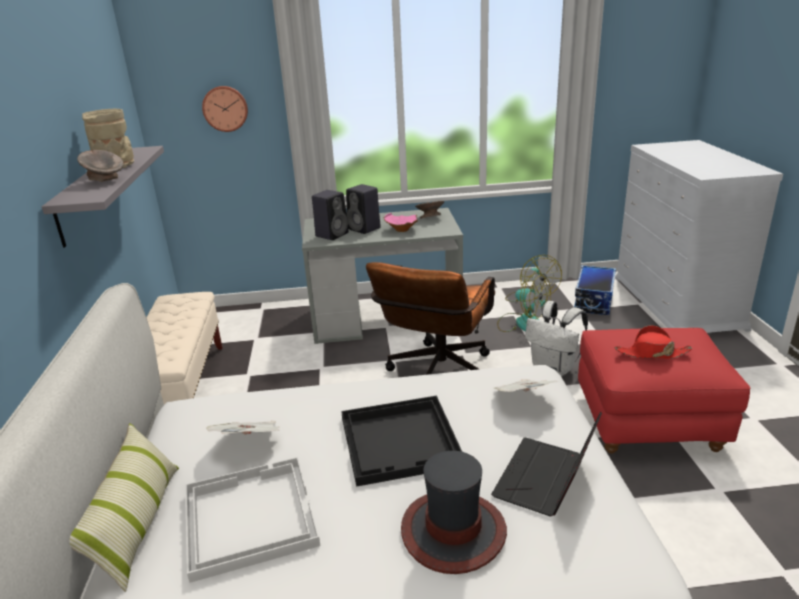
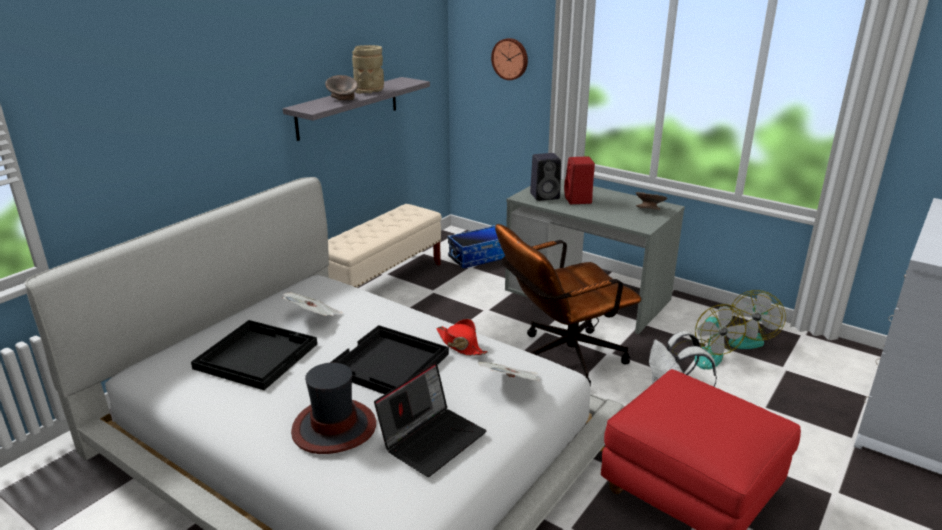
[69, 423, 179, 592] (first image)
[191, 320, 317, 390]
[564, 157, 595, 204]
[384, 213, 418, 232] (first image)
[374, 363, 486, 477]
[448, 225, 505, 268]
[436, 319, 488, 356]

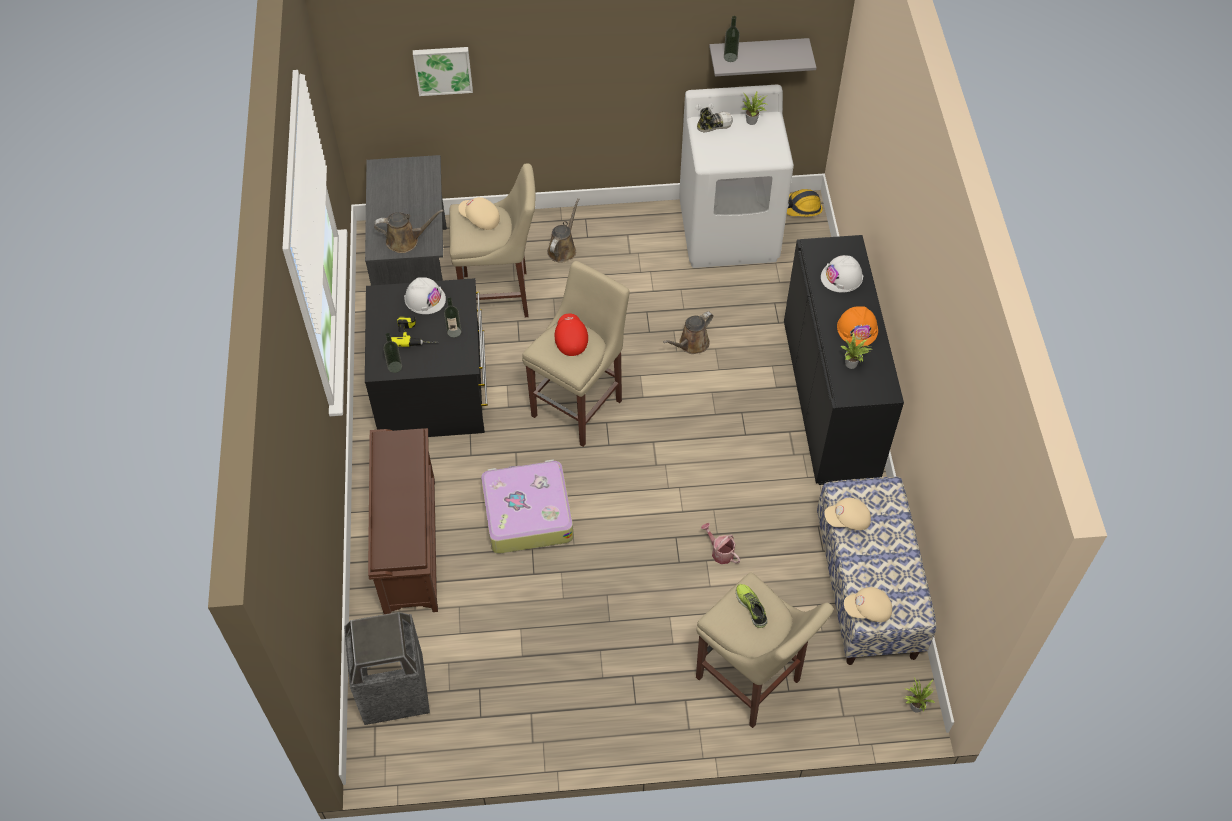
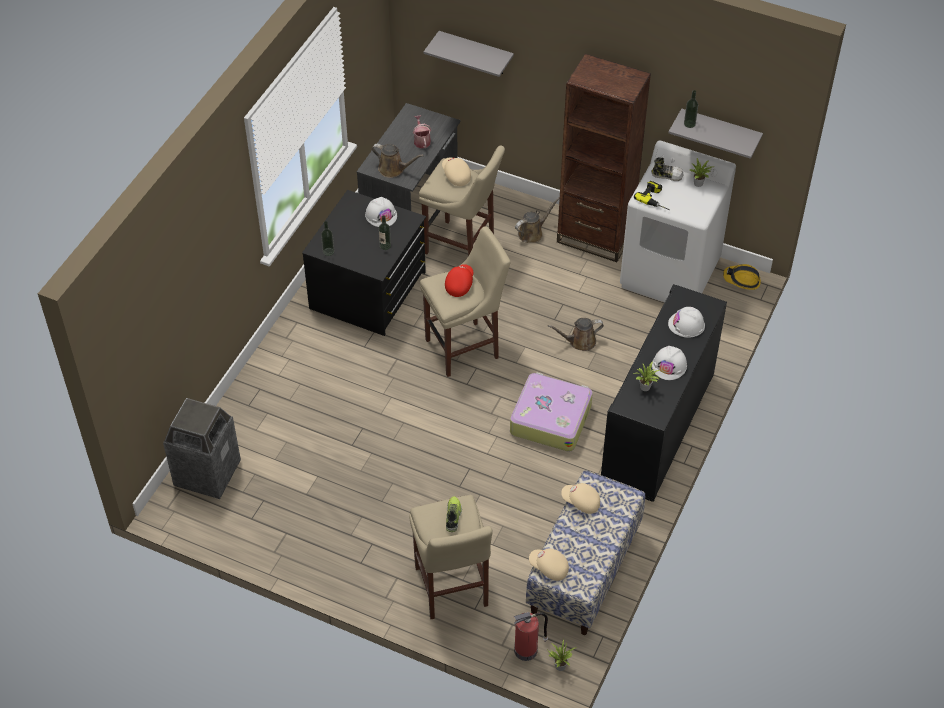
[368, 428, 438, 614] (first image)
[634, 181, 670, 210]
[424, 31, 514, 77]
[510, 372, 593, 452]
[413, 115, 431, 149]
[652, 346, 687, 380]
[514, 612, 548, 661]
[557, 54, 651, 262]

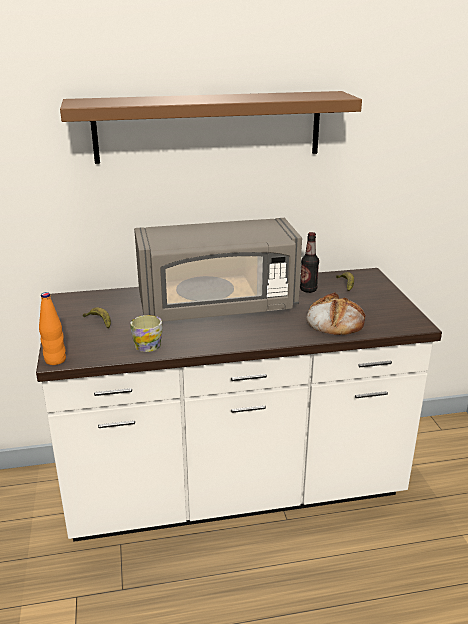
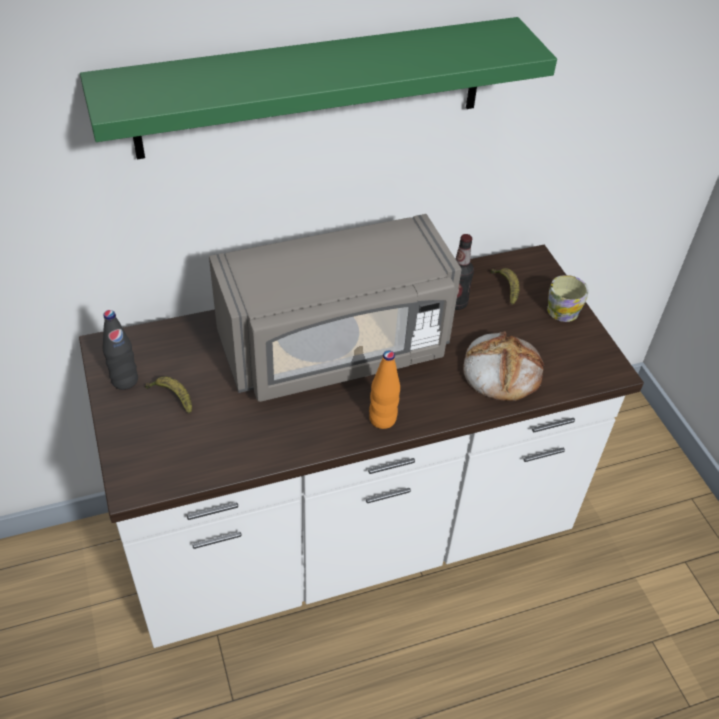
[369, 350, 400, 429]
[80, 17, 557, 159]
[547, 275, 589, 322]
[103, 310, 138, 390]

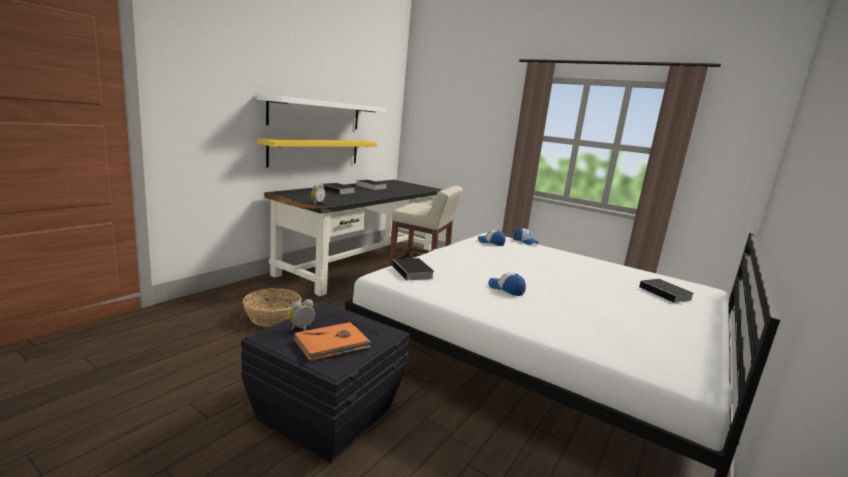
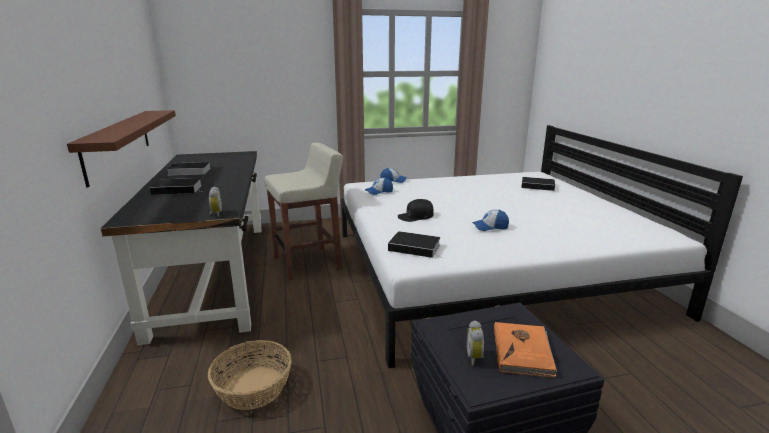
[257, 94, 386, 129] (first image)
[67, 110, 176, 188]
[398, 199, 434, 222]

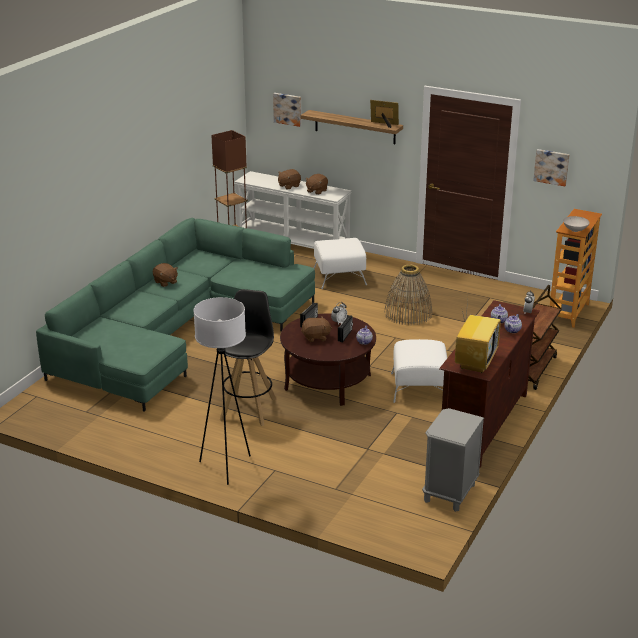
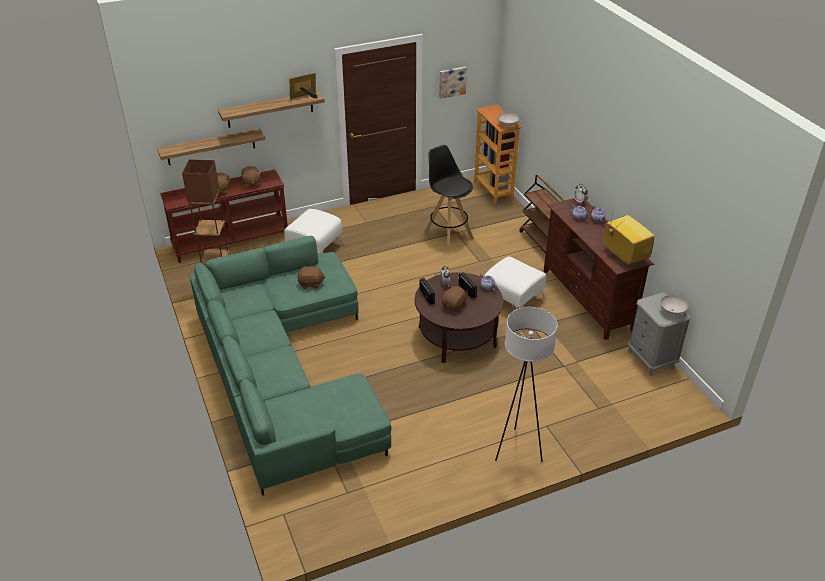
[297, 265, 325, 289]
[424, 145, 474, 251]
[160, 169, 288, 263]
[273, 93, 301, 127] (first image)
[385, 265, 432, 325] (first image)
[157, 128, 265, 165]
[660, 295, 688, 315]

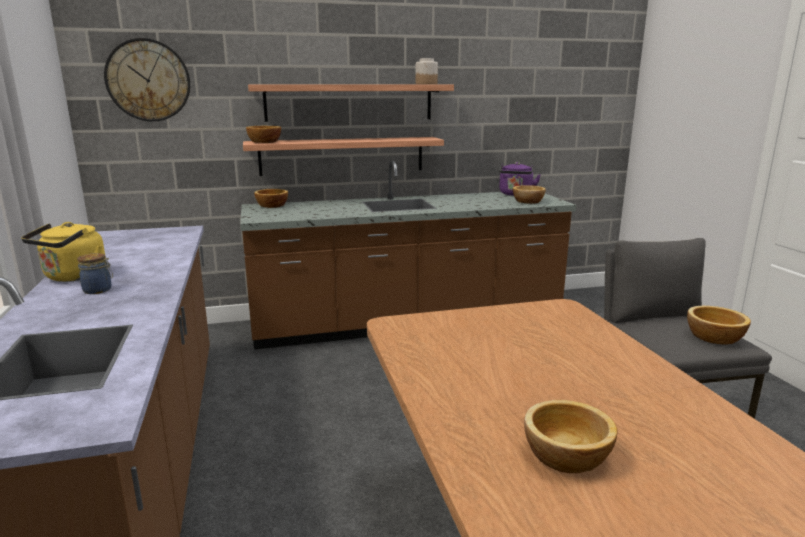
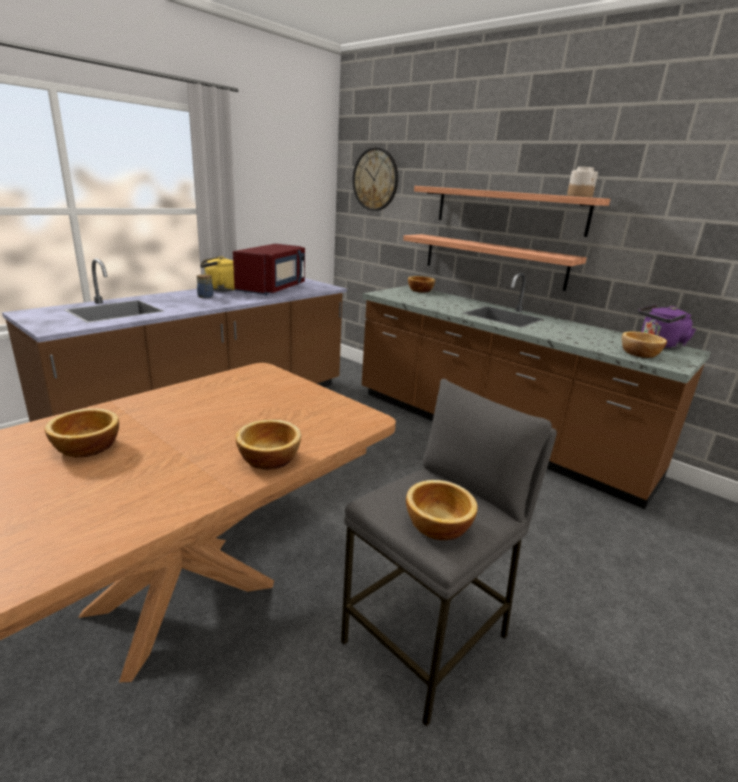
[235, 420, 301, 470]
[233, 244, 305, 295]

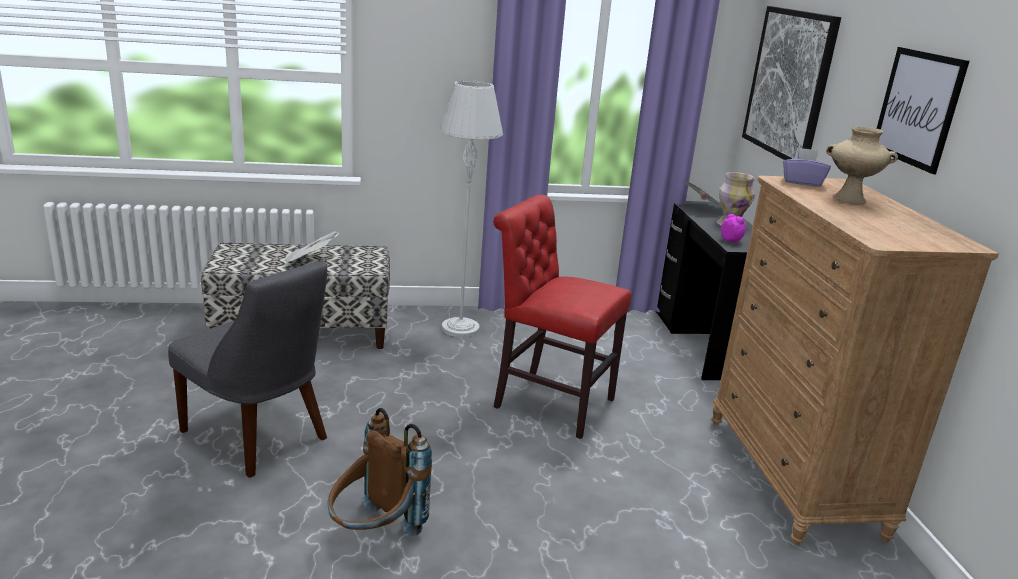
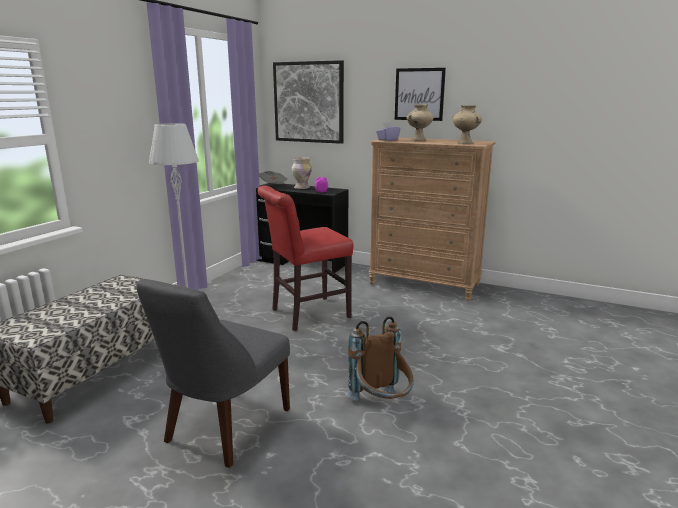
[136, 279, 290, 468]
[286, 231, 339, 263] (first image)
[452, 105, 482, 144]

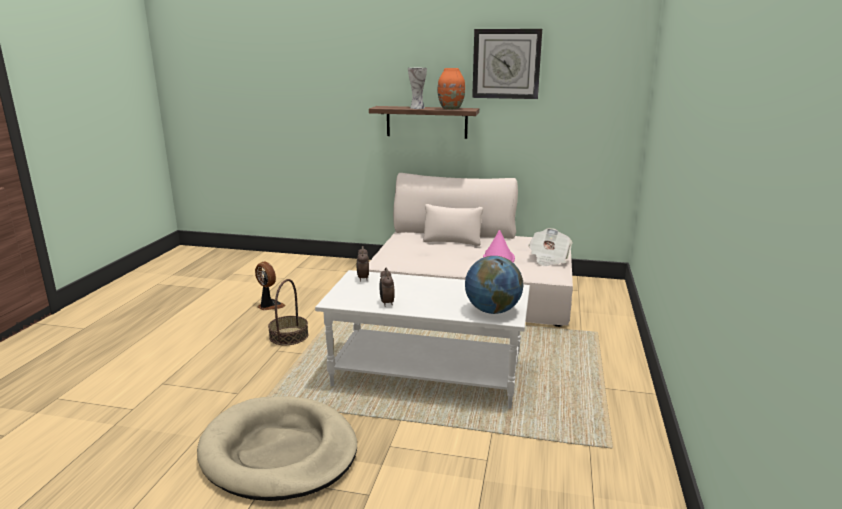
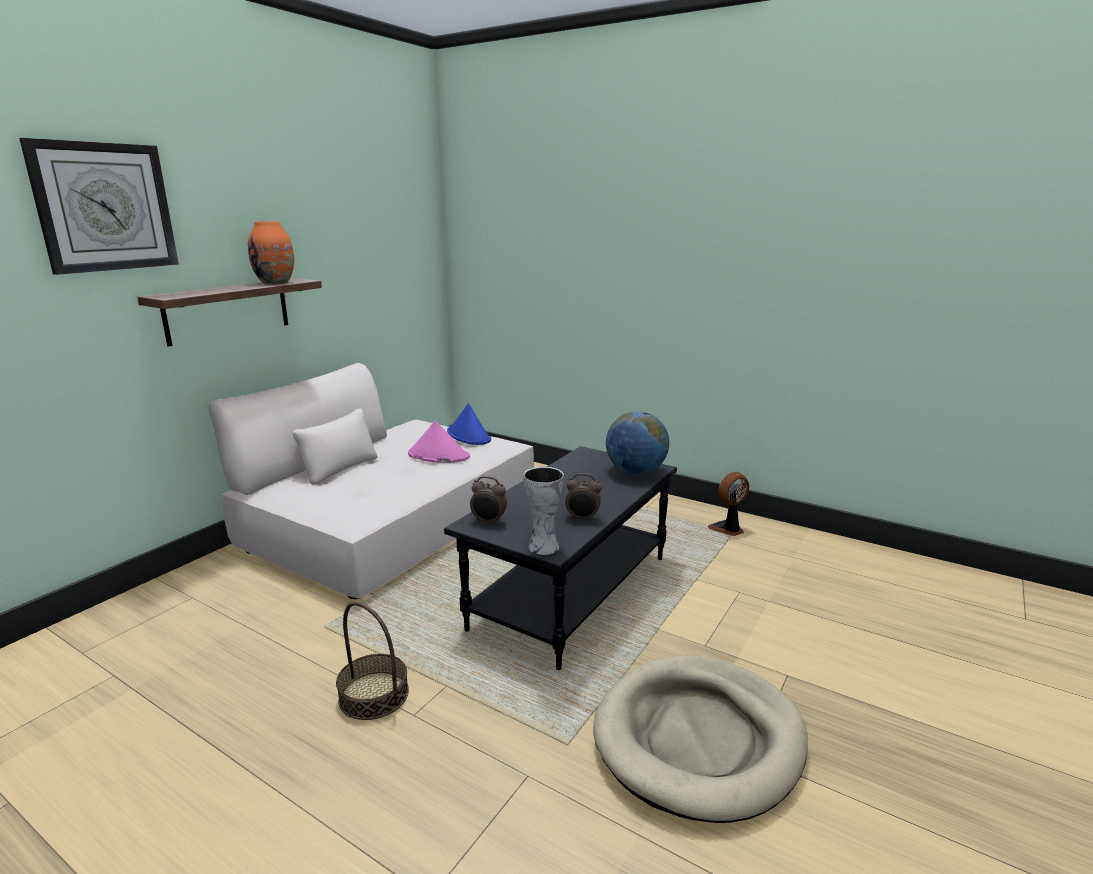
[708, 472, 749, 536]
[444, 446, 677, 670]
[524, 467, 564, 555]
[19, 138, 179, 275]
[447, 403, 491, 445]

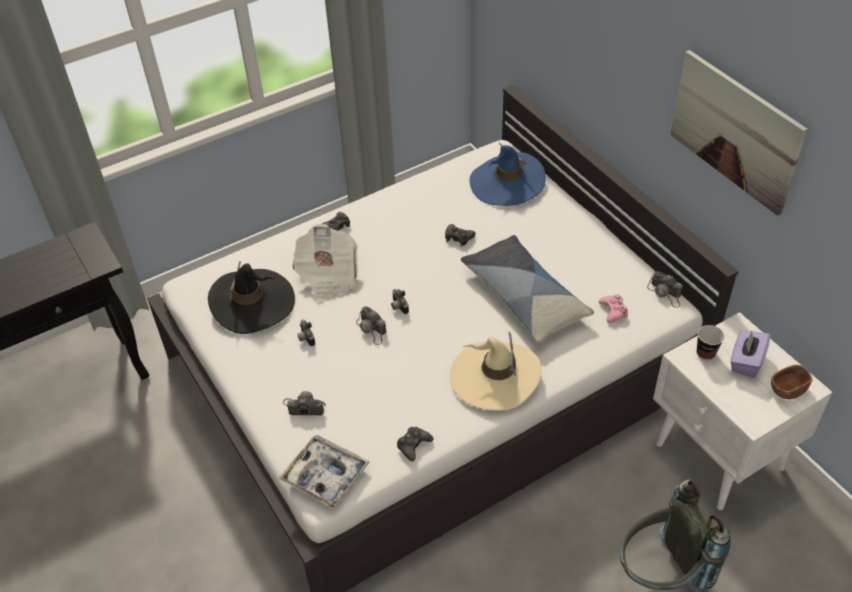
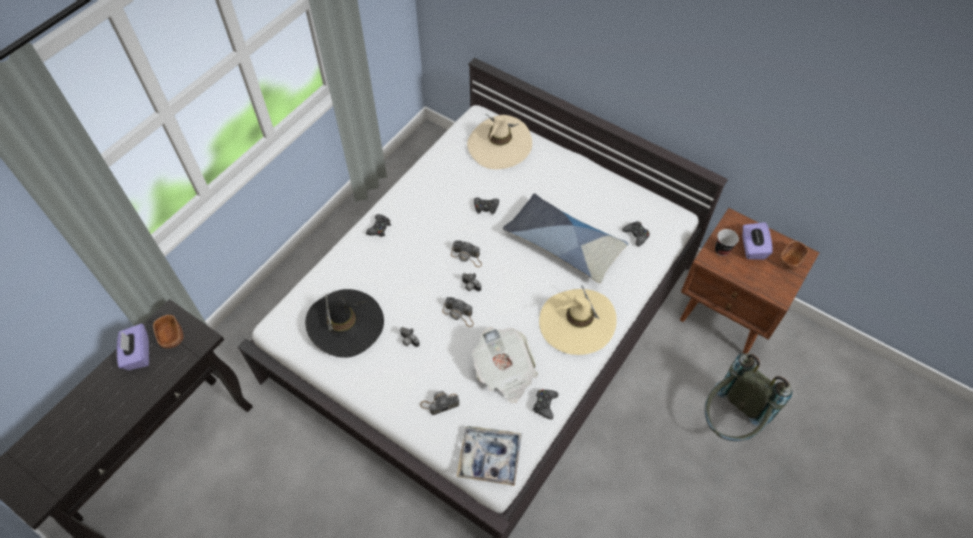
[472, 327, 538, 403]
[467, 114, 532, 169]
[622, 221, 650, 247]
[451, 240, 482, 267]
[680, 208, 820, 354]
[670, 50, 808, 216] (first image)
[117, 324, 149, 370]
[153, 315, 183, 348]

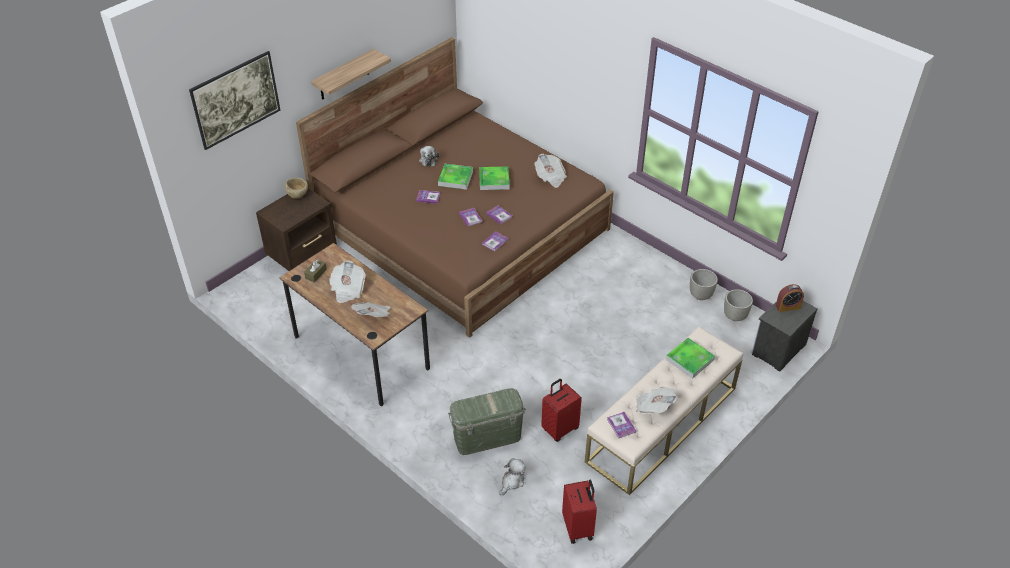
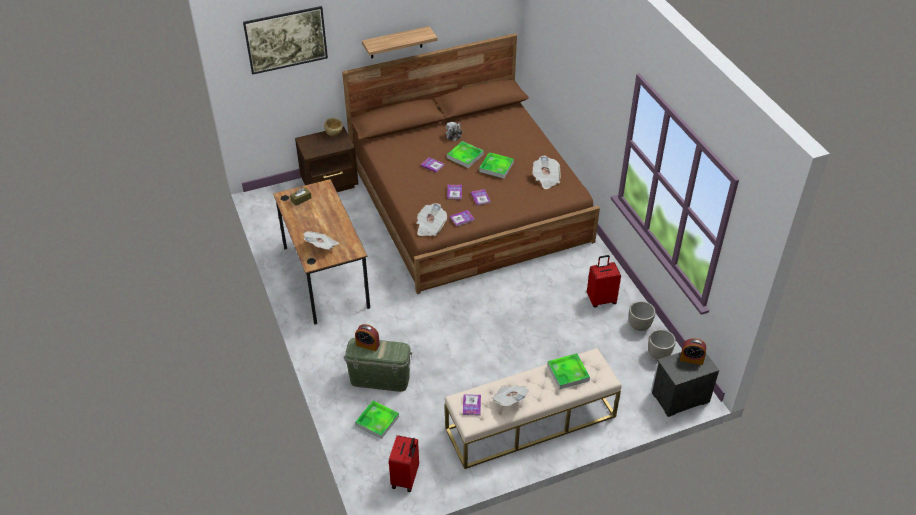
[416, 203, 447, 236]
[355, 400, 399, 439]
[587, 255, 621, 308]
[355, 324, 380, 351]

